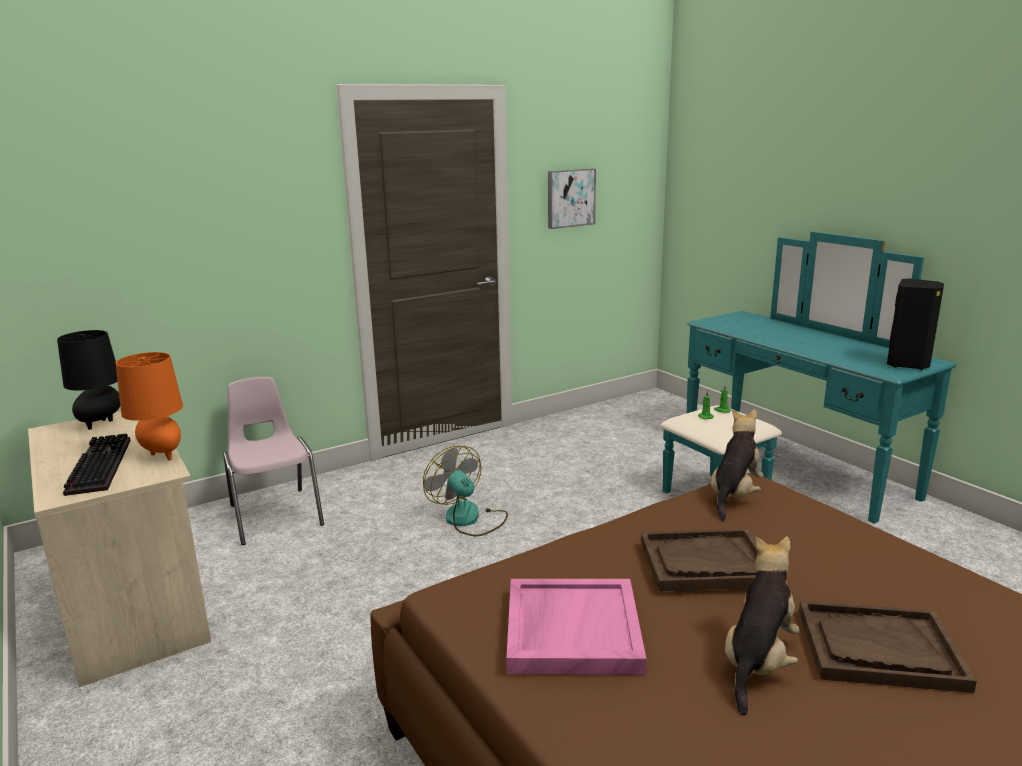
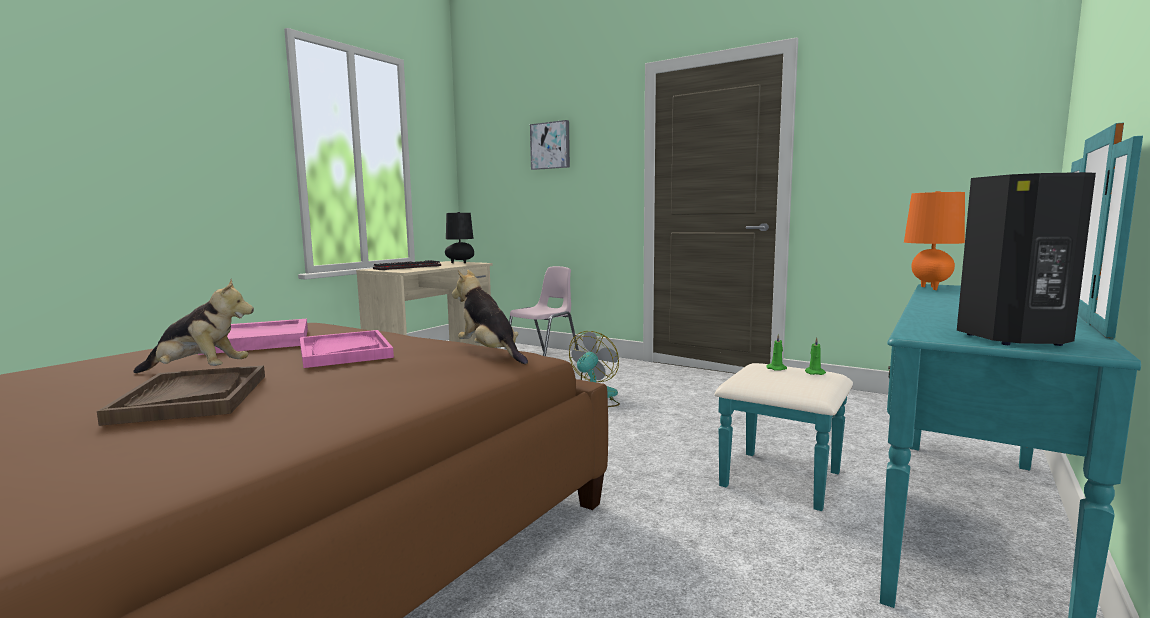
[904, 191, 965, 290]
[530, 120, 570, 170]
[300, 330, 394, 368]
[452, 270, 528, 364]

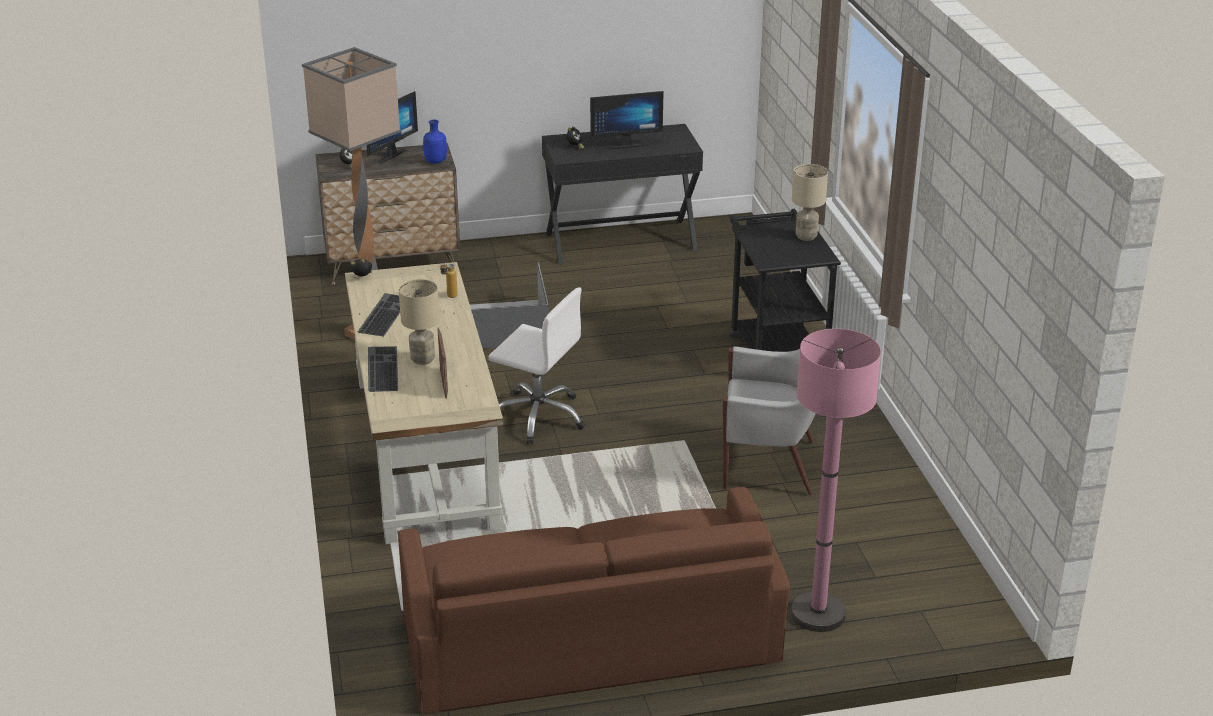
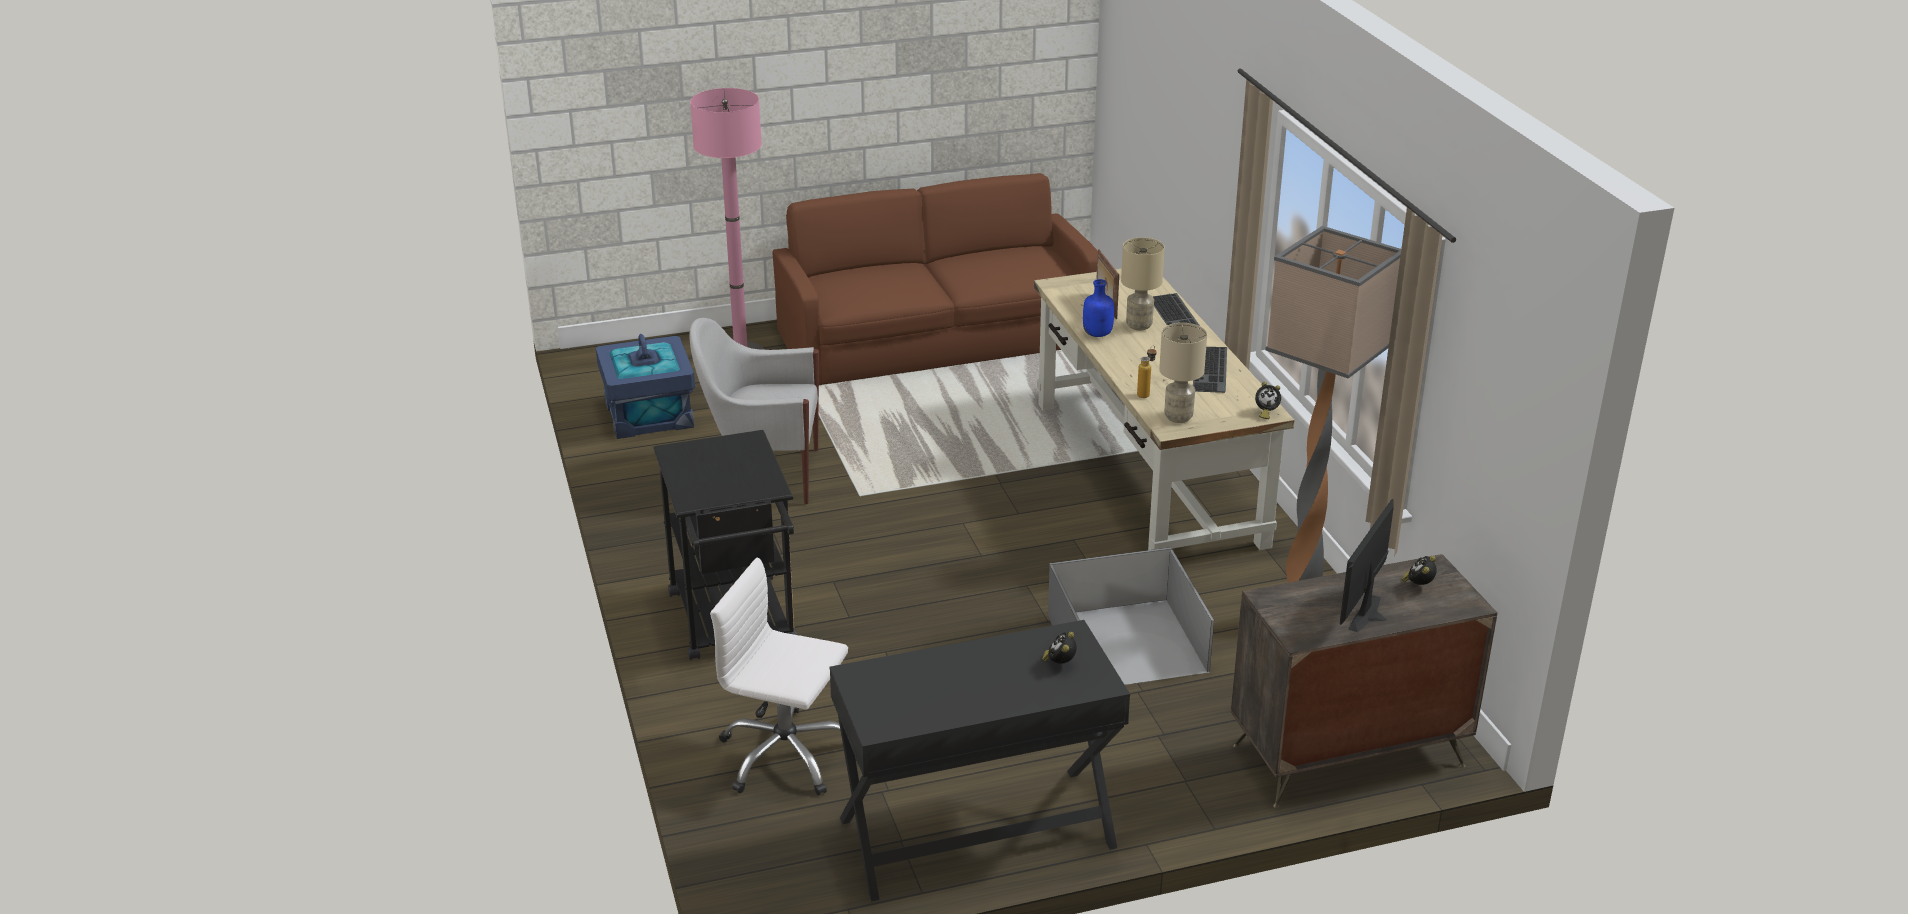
[1083, 279, 1114, 337]
[710, 558, 848, 796]
[590, 91, 663, 149] (first image)
[1159, 323, 1207, 423]
[596, 334, 695, 439]

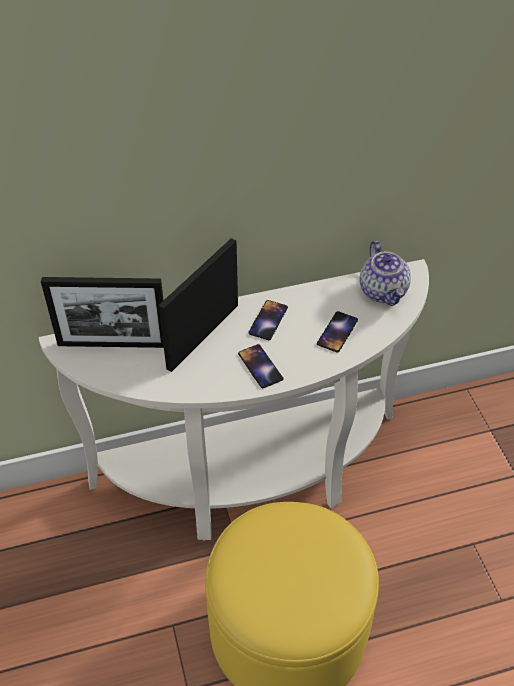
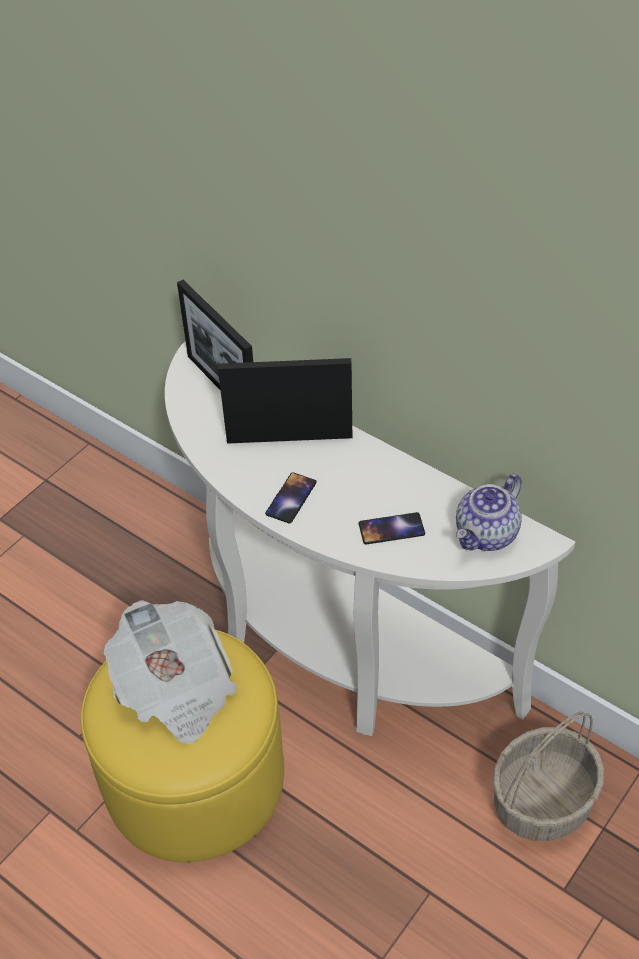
[248, 300, 288, 340] (first image)
[104, 600, 237, 744]
[493, 712, 604, 841]

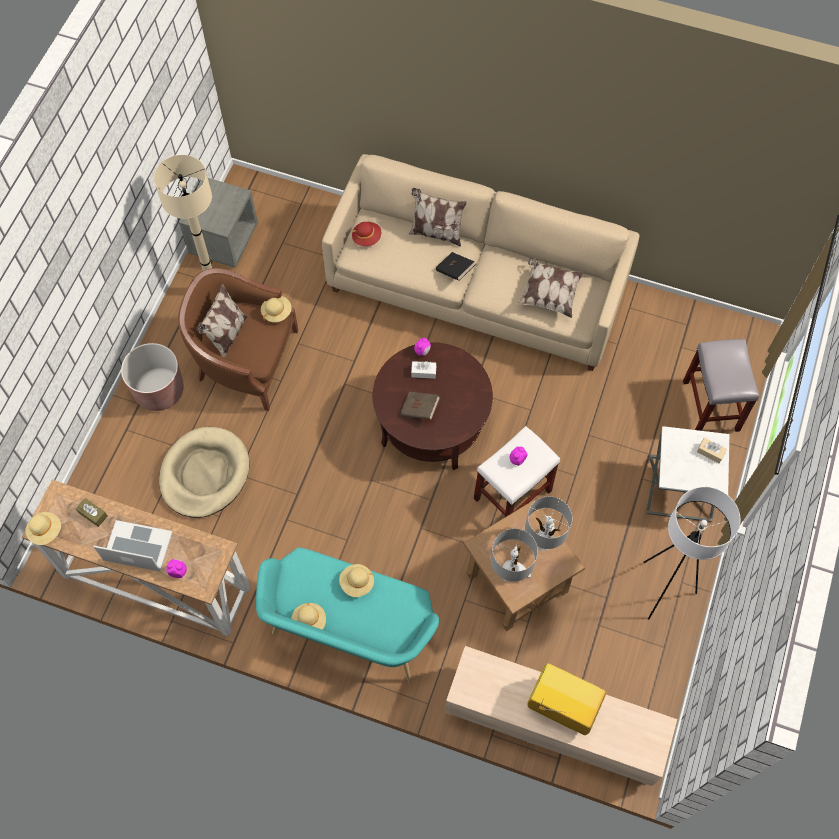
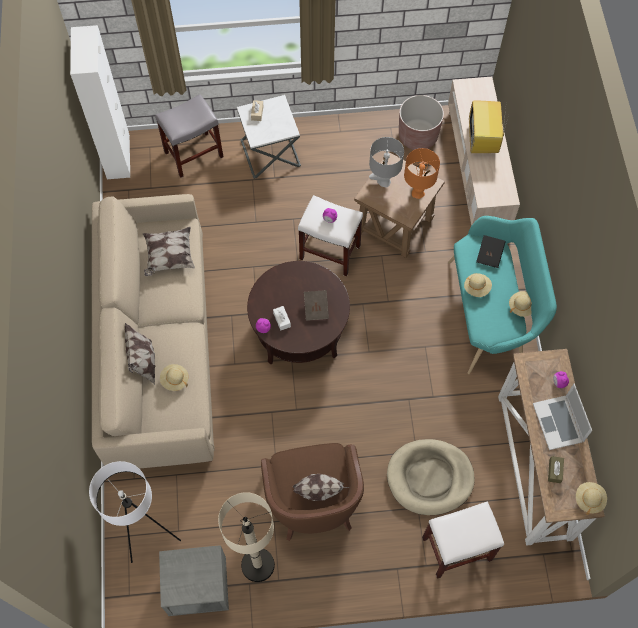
[399, 95, 444, 150]
[160, 364, 188, 391]
[352, 222, 381, 246] (first image)
[476, 235, 506, 268]
[404, 148, 440, 199]
[89, 461, 181, 563]
[70, 25, 130, 179]
[422, 501, 504, 579]

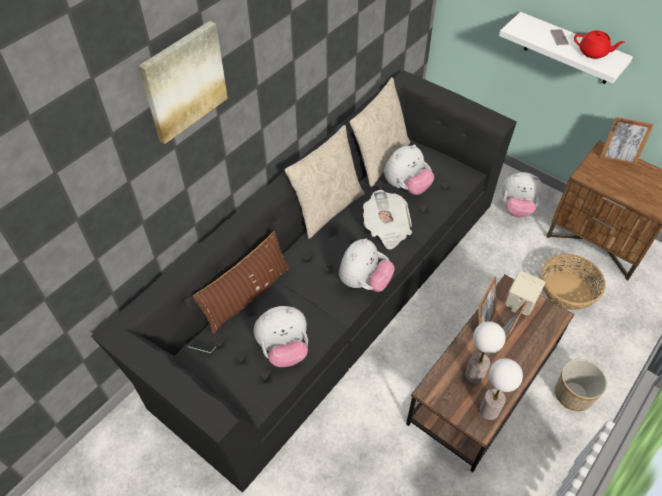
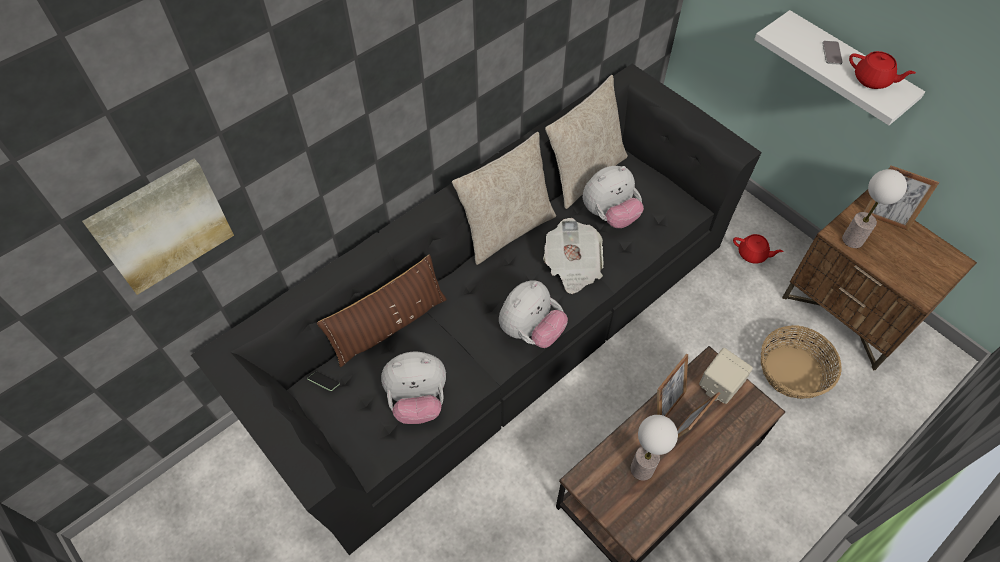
[82, 159, 234, 295]
[842, 169, 907, 248]
[733, 234, 784, 263]
[555, 359, 607, 411] (first image)

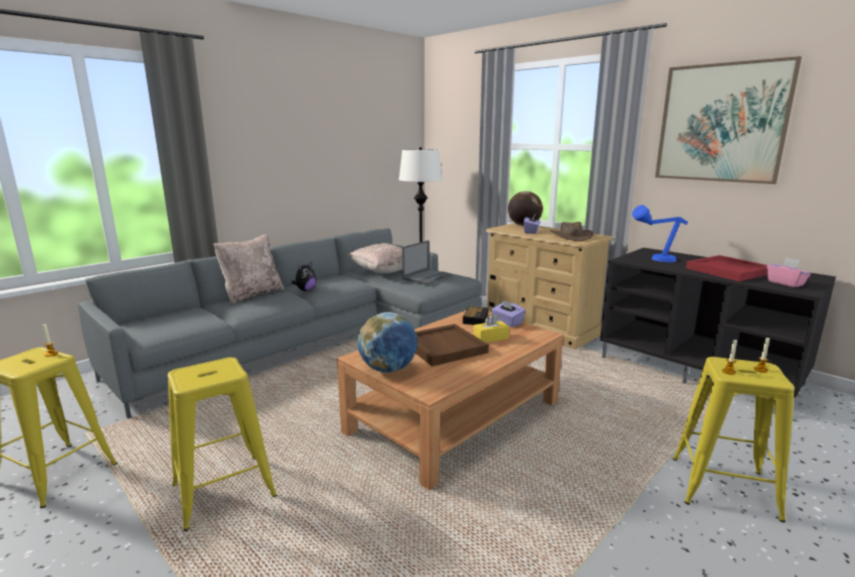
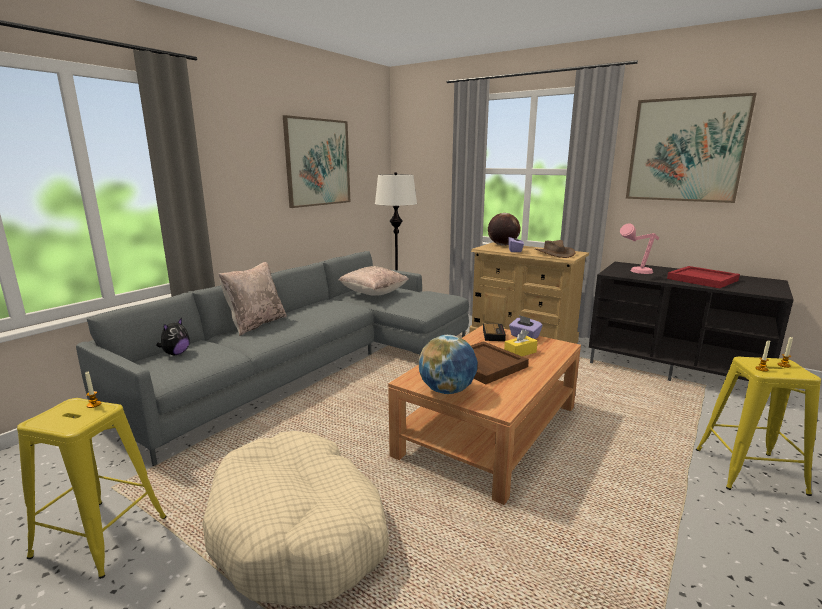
[202, 431, 389, 606]
[156, 318, 190, 355]
[402, 240, 452, 285] (first image)
[620, 223, 659, 274]
[767, 257, 811, 287] (first image)
[283, 115, 350, 208]

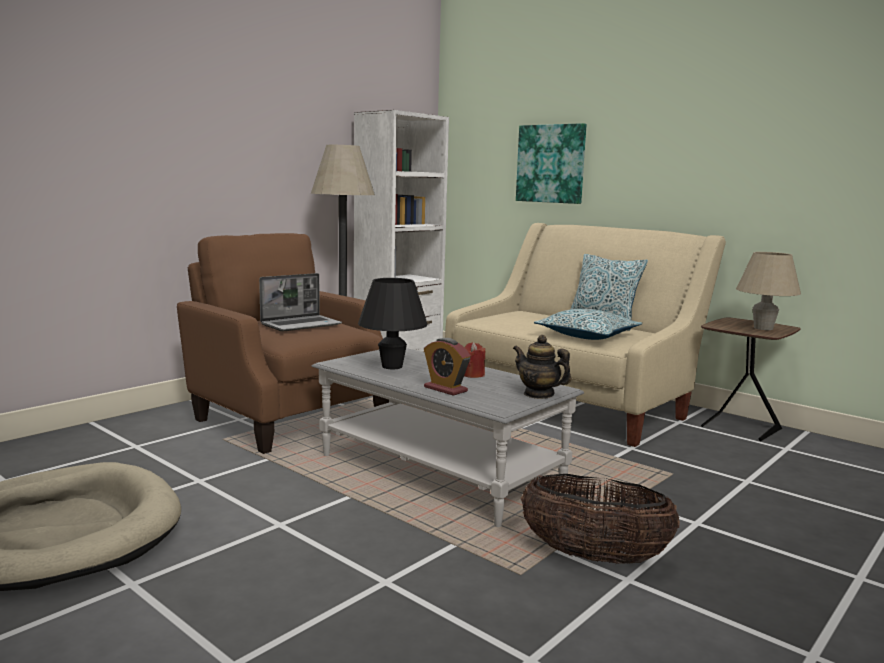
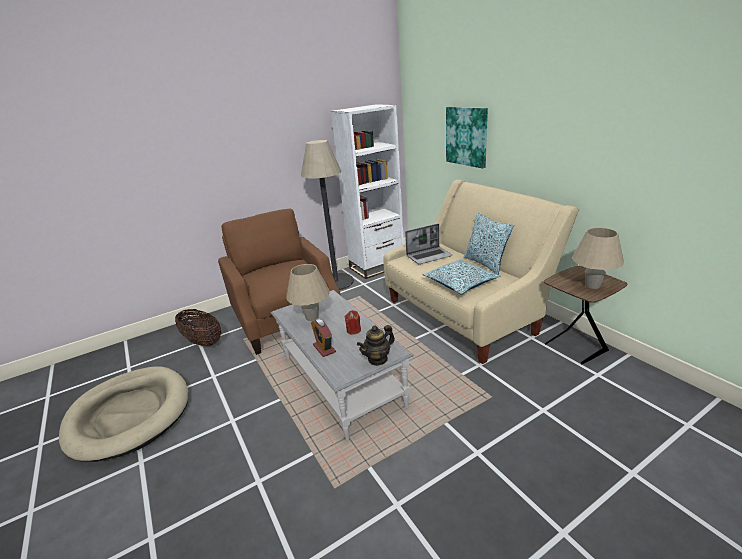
[405, 224, 453, 264]
[286, 264, 330, 321]
[357, 325, 395, 366]
[175, 309, 222, 346]

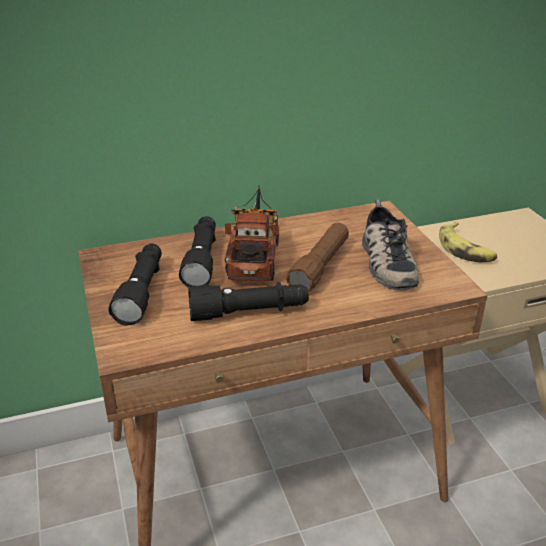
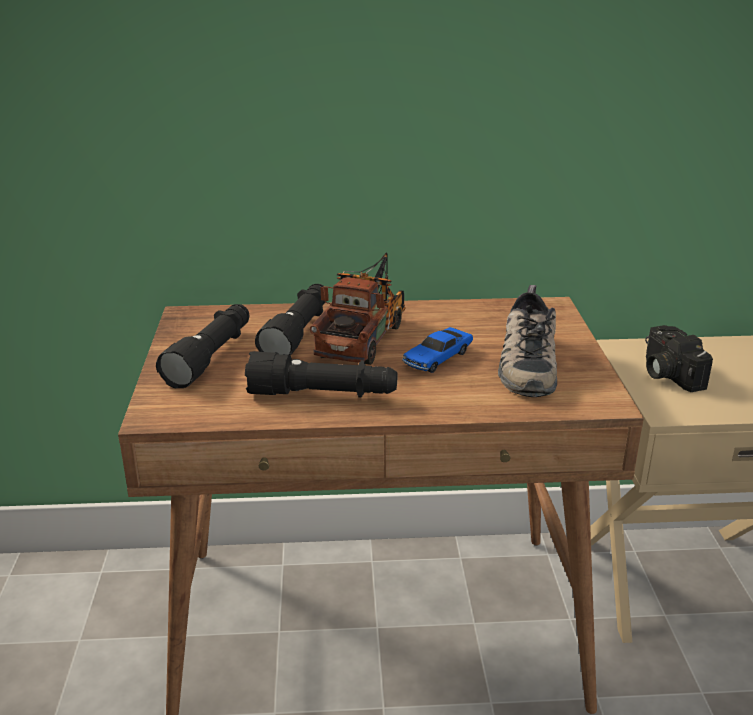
[402, 327, 473, 373]
[645, 325, 713, 392]

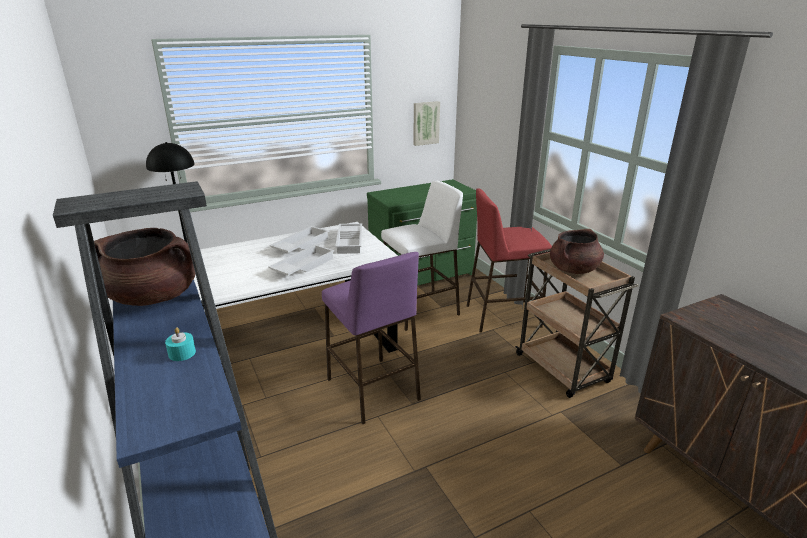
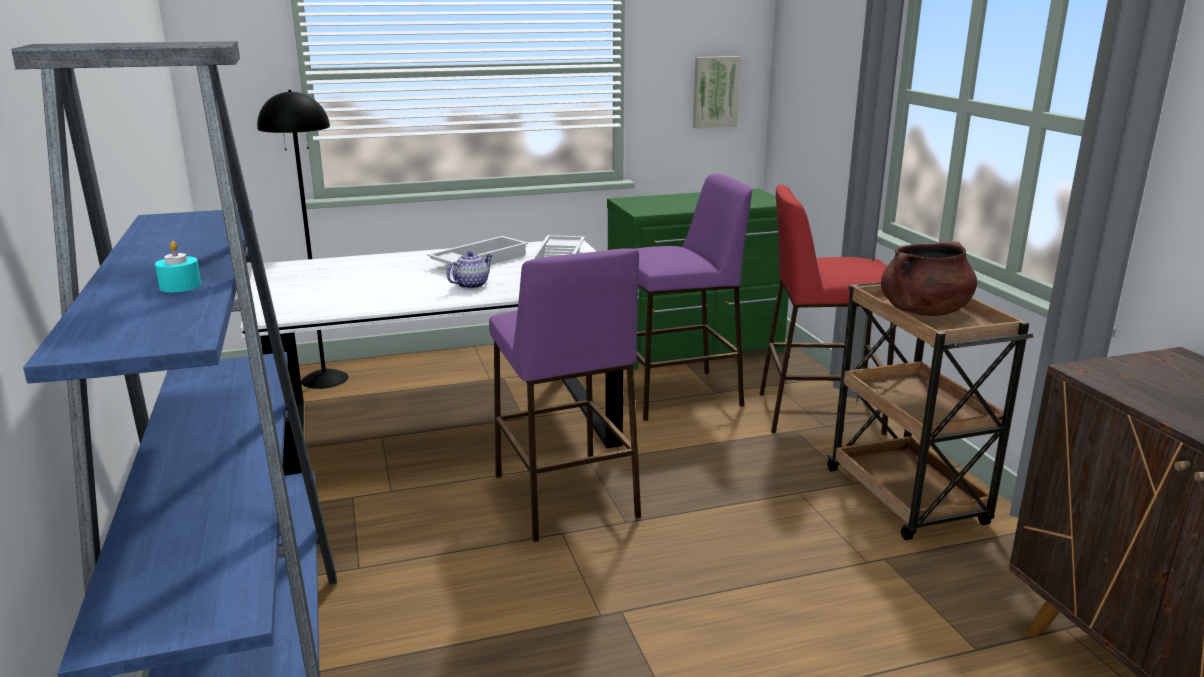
[94, 228, 195, 306] (first image)
[446, 251, 493, 289]
[634, 174, 752, 421]

